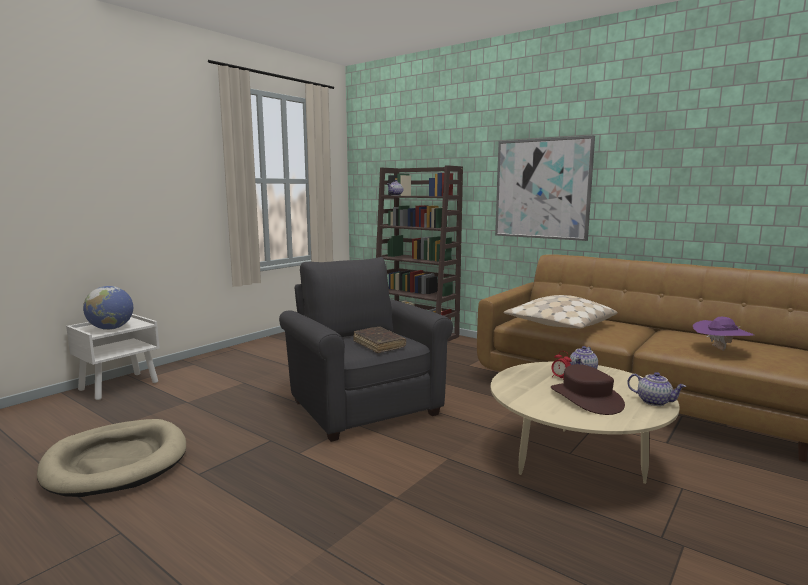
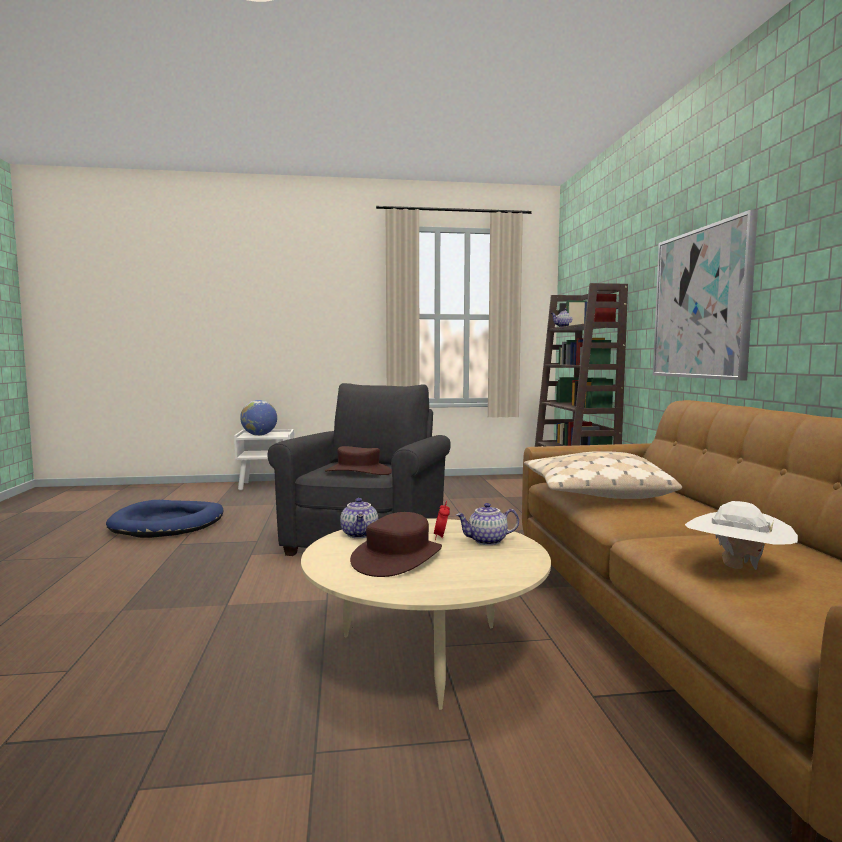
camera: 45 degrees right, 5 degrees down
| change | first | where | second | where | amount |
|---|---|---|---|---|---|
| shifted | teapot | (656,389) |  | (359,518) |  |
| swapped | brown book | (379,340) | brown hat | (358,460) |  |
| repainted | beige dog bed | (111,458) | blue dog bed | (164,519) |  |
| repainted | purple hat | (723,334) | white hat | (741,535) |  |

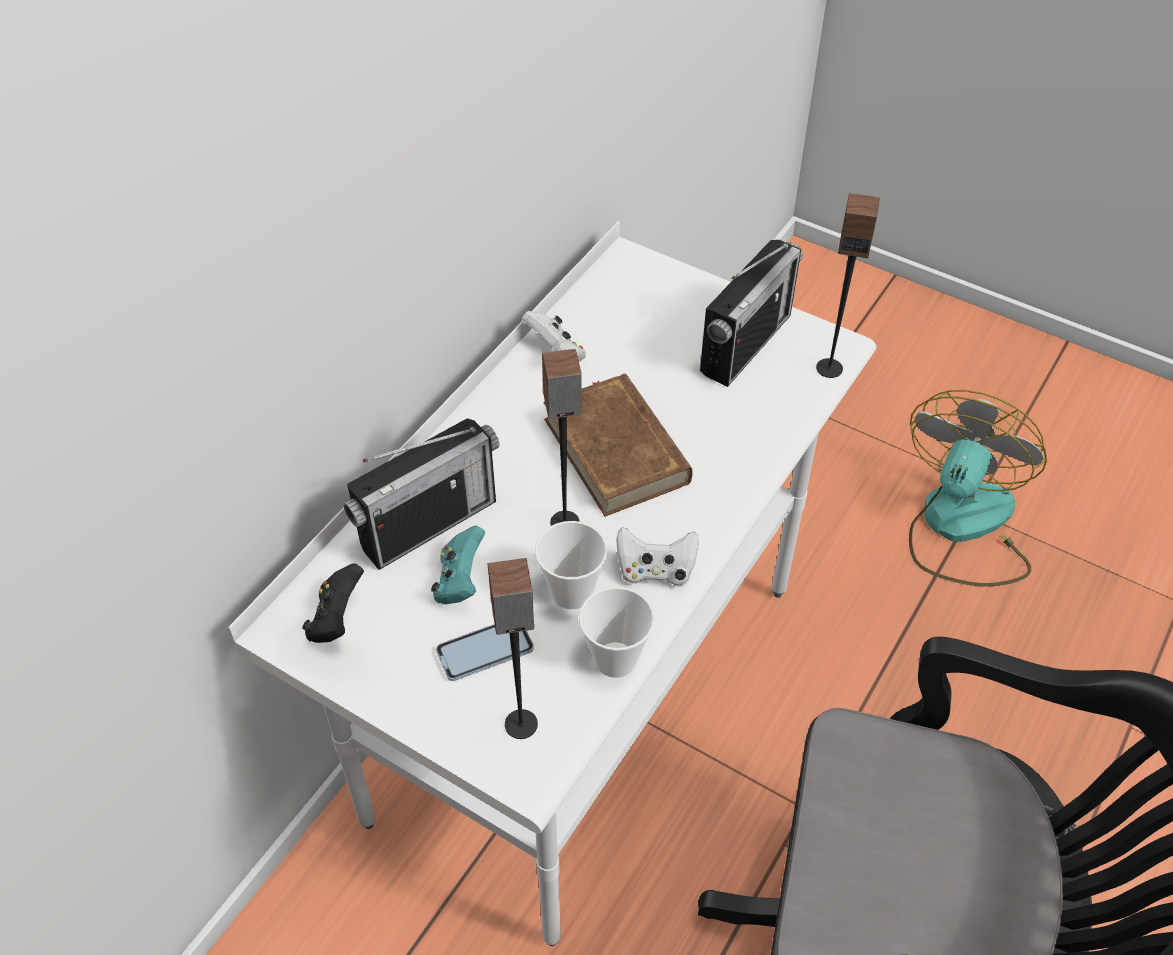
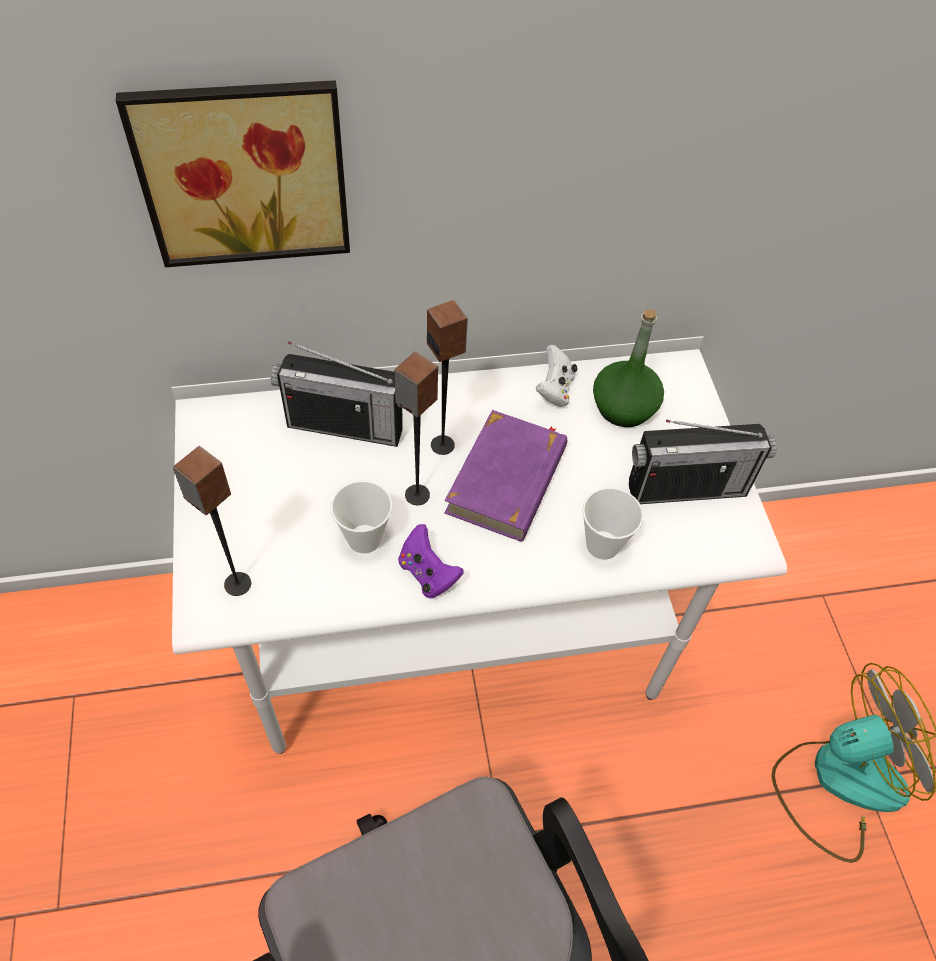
camera: 45 degrees right, 5 degrees up
| change | first | where | second | where | amount |
|---|---|---|---|---|---|
| gone | black game controller | (333,603) |  |  |  |
| gone | turquoise game controller | (458,565) |  |  |  |
| gone | phone | (485,652) |  |  |  |
| new |  |  | picture | (233,173) |  |
| new |  |  | green bottle | (628,368) |  |
| shifted | cup | (617,632) |  | (613,523) |  |
| shifted | speaker | (848,285) |  | (447,377) |  |
| repainted | brown book | (618,445) | purple book | (505,476) |  |
| repainted | white game controller | (657,557) | purple game controller | (431,561) |  |

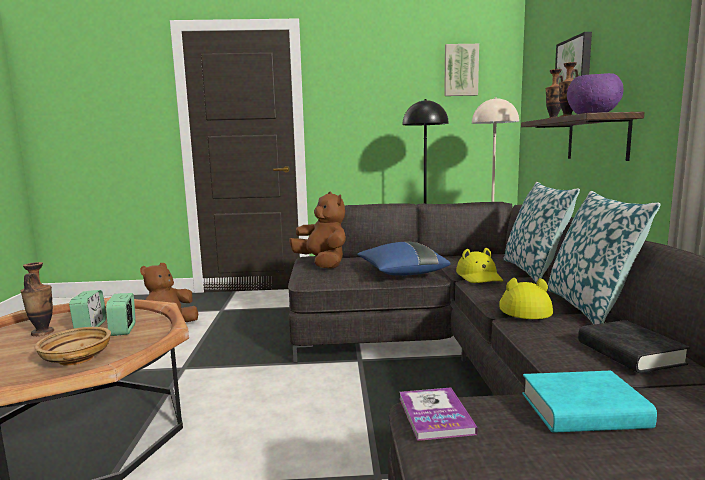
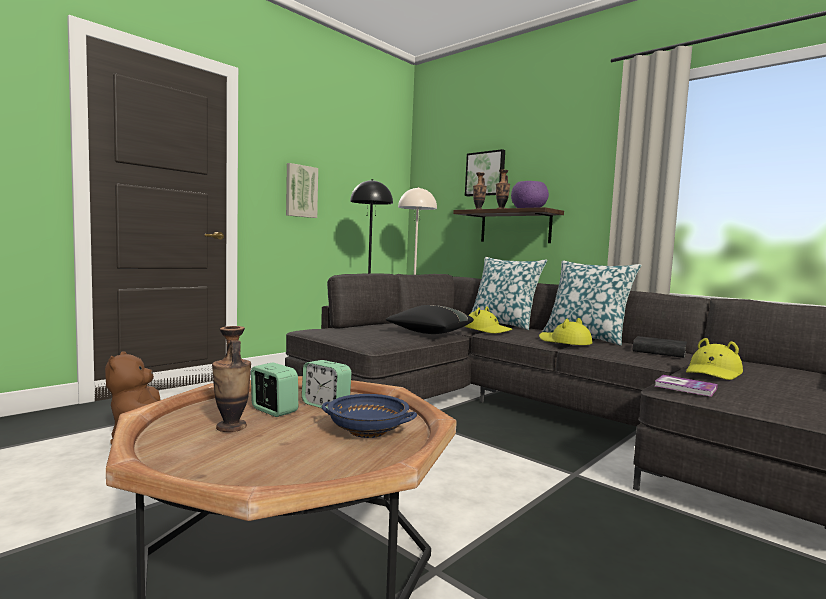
camera: 45 degrees left, 5 degrees down
| change | first | where | second | where | amount |
|---|---|---|---|---|---|
| gone | brown plush toy | (317,230) |  |  |  |
| shifted | picture | (461,70) |  | (302,190) |  |
| swapped | turquoise book | (589,402) | yellow hat | (714,359) |  |
| repainted | beige bowl | (73,346) | blue bowl | (369,416) |  |
| repainted | blue pillow | (404,259) | black pillow | (430,319) |  |

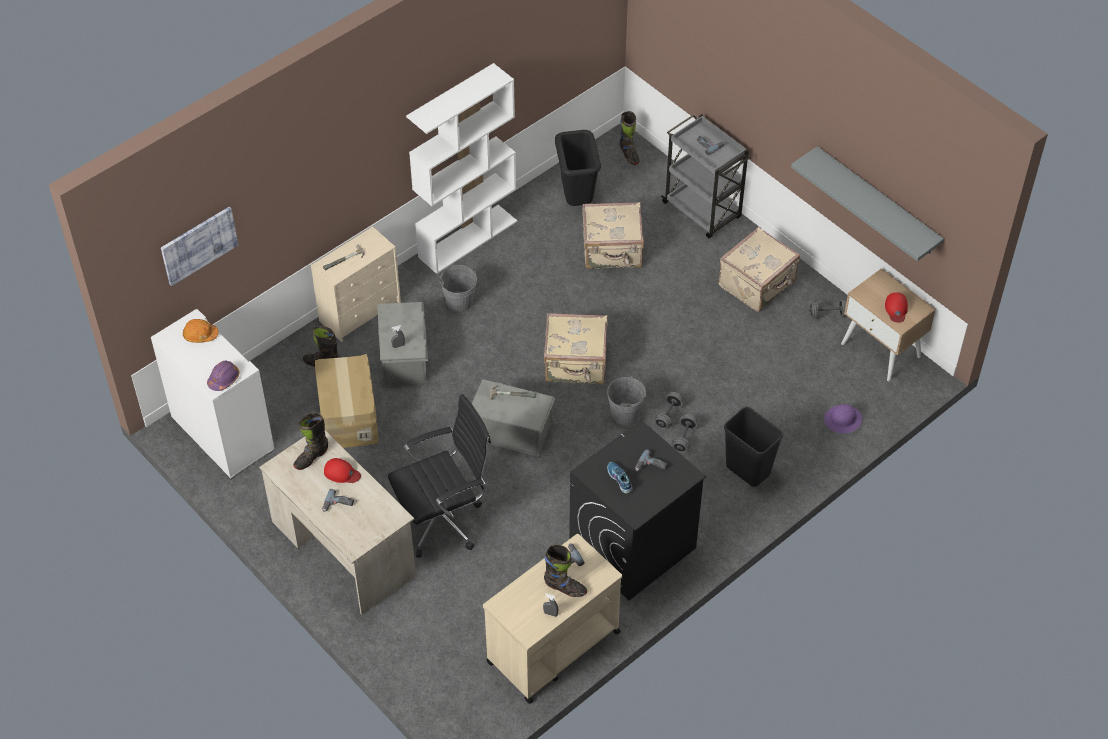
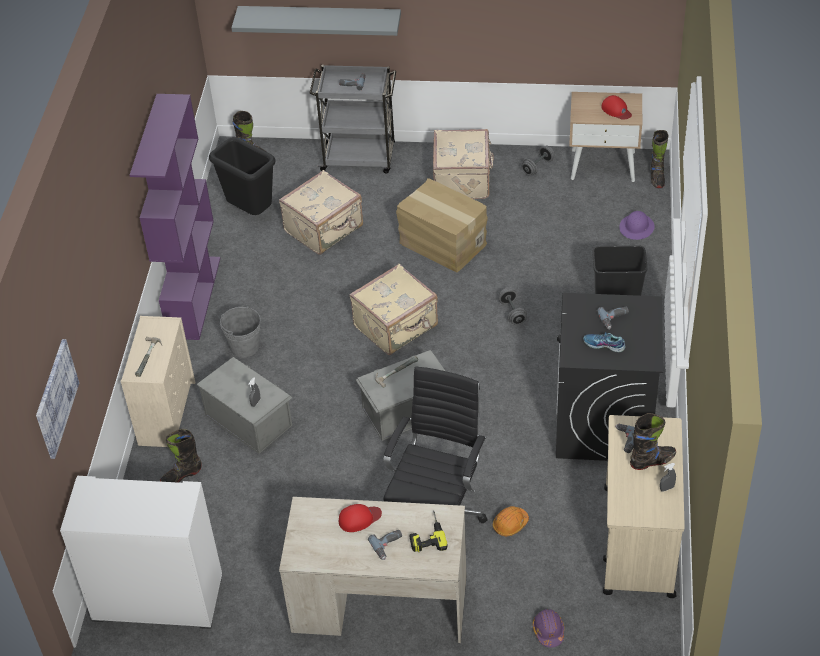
camera: 40 degrees left, 5 degrees down
| change | first | where | second | where | amount |
|---|---|---|---|---|---|
| gone | grey bucket | (626,400) |  |  |  |
| gone | grey dumbbell | (685,433) |  |  |  |
| new |  |  | power drill | (428,531) |  |
| shifted | orange hard hat | (201,331) |  | (511,521) |  |
| shifted | purple hard hat | (223,376) |  | (548,628) |  |
| shifted | black boot | (310,441) |  | (659,159) |  |
| shifted | cardboard box | (347,401) |  | (442,225) |  |
| shifted | grey shelf | (867,203) |  | (316,21) |  |
| repainted | white bookcase | (461,168) | purple bookcase | (175,217) |  |

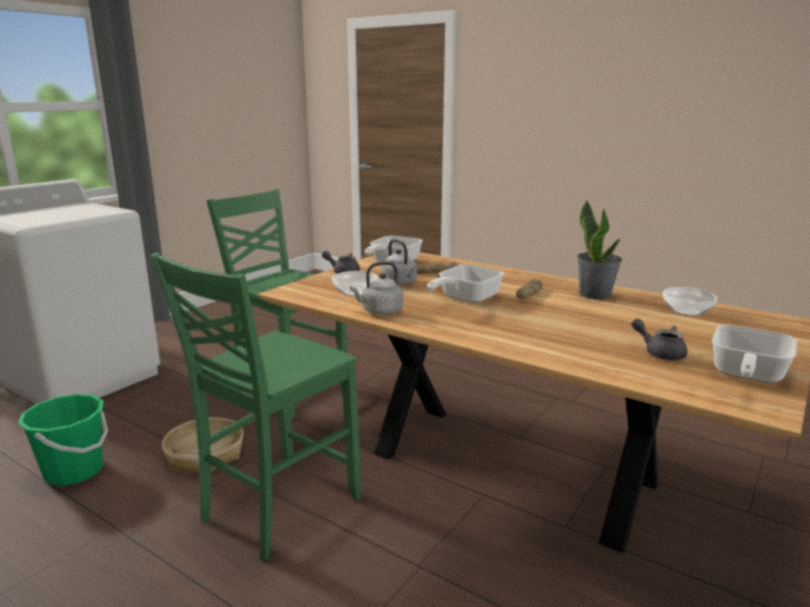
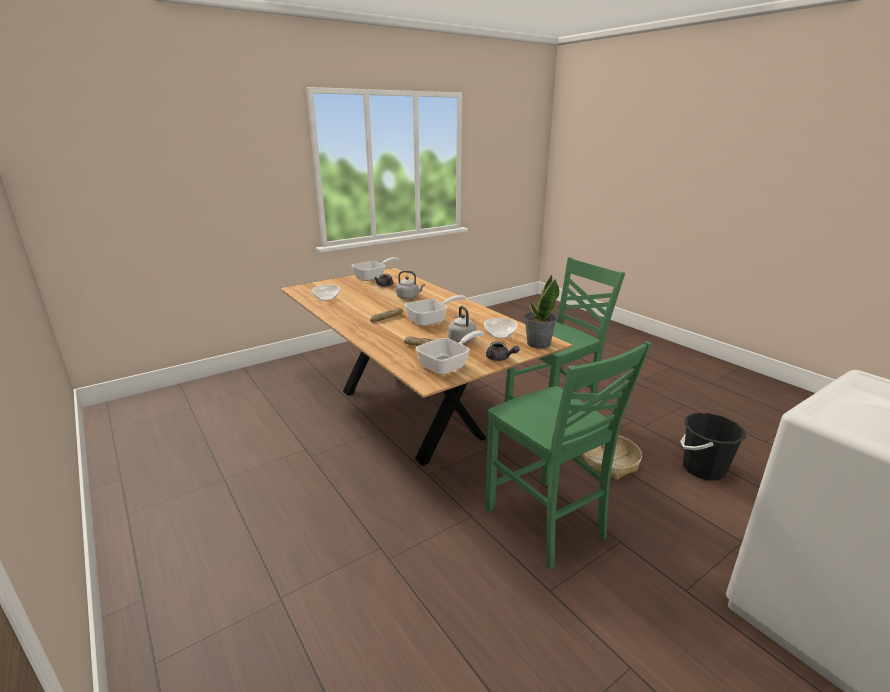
camera: 160 degrees left, 5 degrees up
| change | first | where | second | where | amount |
|---|---|---|---|---|---|
| shifted | grey kettle | (376,288) |  | (410,285) |  |
| shifted | potted plant | (599,249) |  | (542,311) |  |
| repainted | green bucket | (63,440) | black bucket | (713,447) |  |

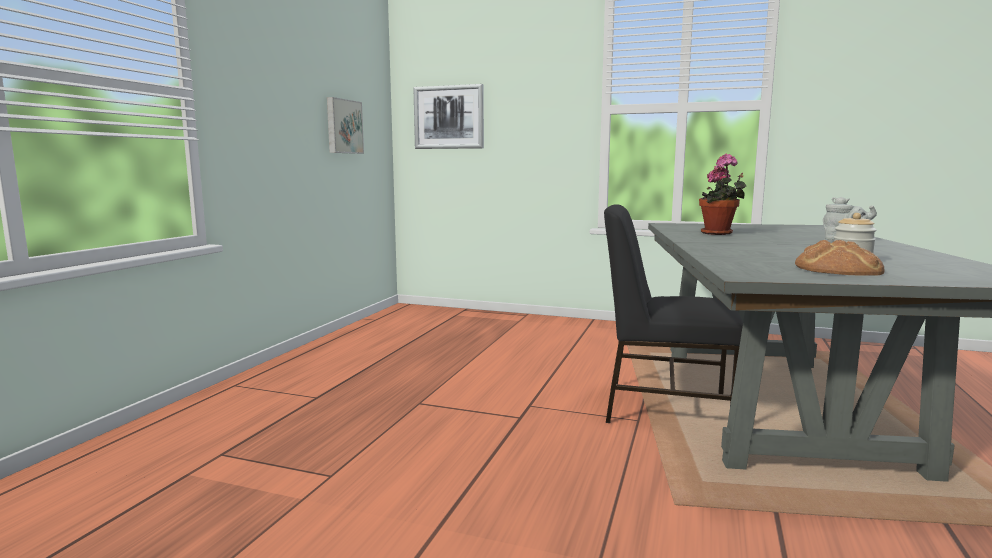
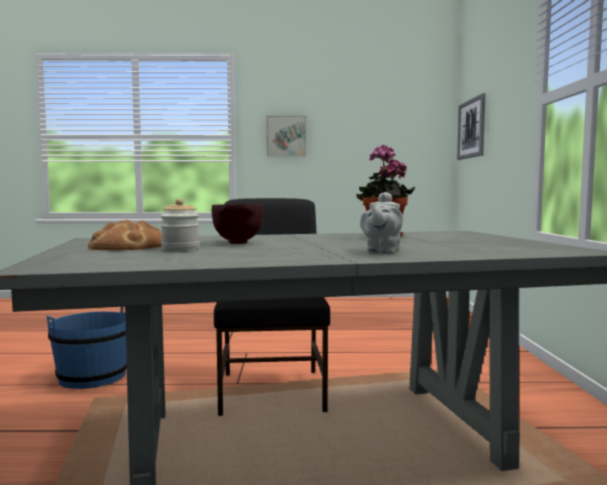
camera: 70 degrees right, 5 degrees down
| change | first | where | second | where | amount |
|---|---|---|---|---|---|
| new |  |  | blue bucket | (86,348) |  |
| new |  |  | brown bowl | (237,224) |  |
| shifted | picture | (345,125) |  | (286,136) |  |

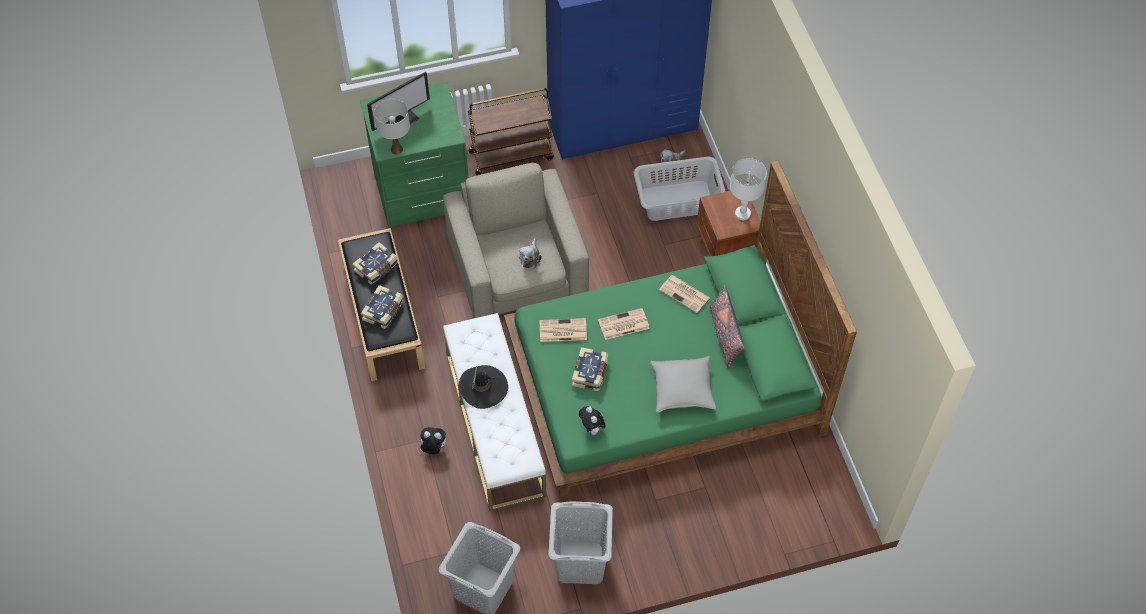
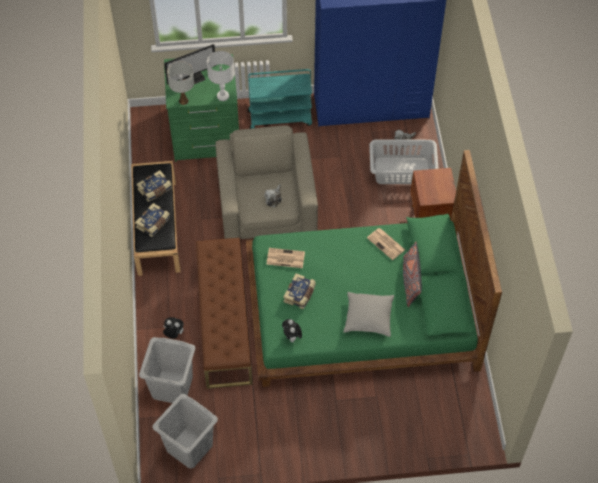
camera: 10 degrees right, 0 degrees up
| change | first | where | second | where | amount |
|---|---|---|---|---|---|
| gone | black hat | (483,387) |  |  |  |
| gone | newspaper | (624,324) |  |  |  |
| shifted | grey laundry basket | (581,542) |  | (167,370) |  |
| shifted | white table lamp | (748,189) |  | (221,76) |  |
| repainted | white bench | (495,412) | brown bench | (224,313) |  |
| repainted | brown cart | (511,132) | turquoise cart | (280,99) |  |

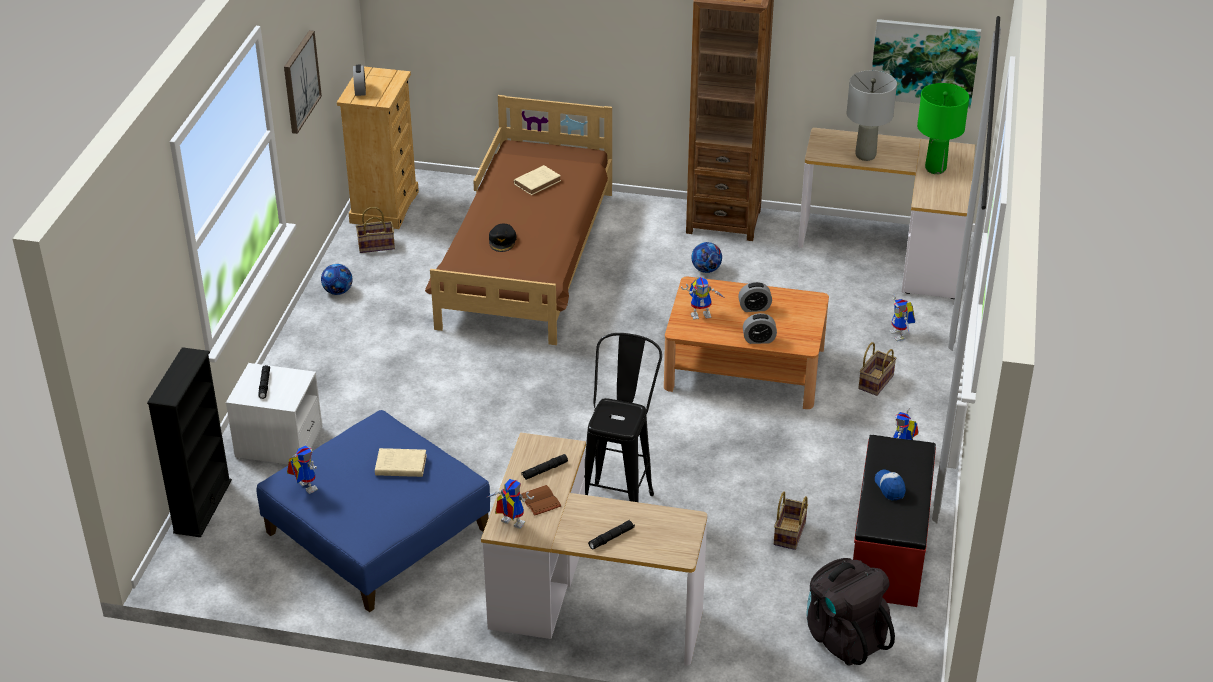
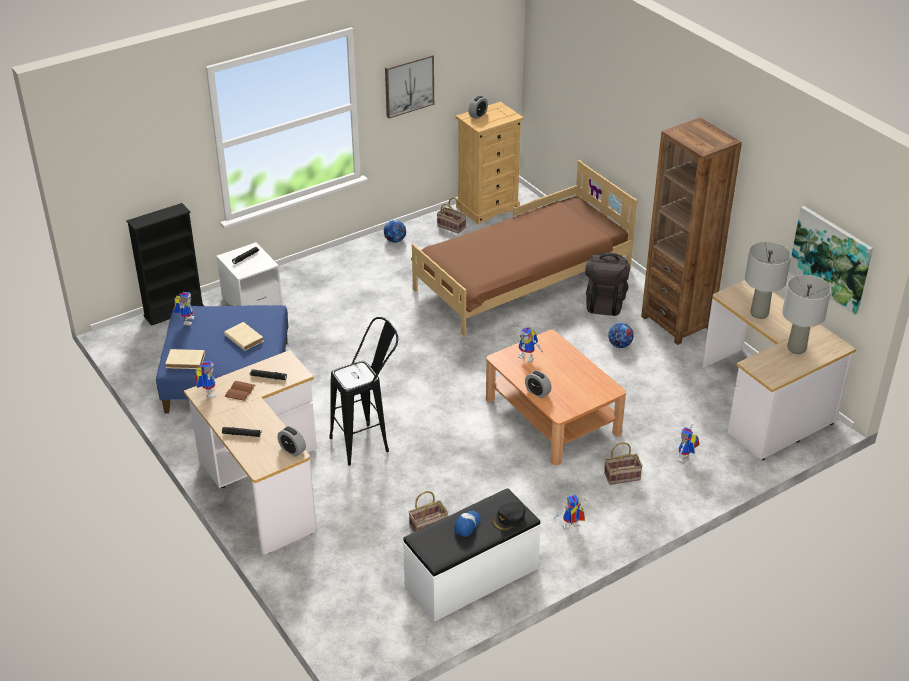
camera: 45 degrees right, 0 degrees up
| change | first | where | second | where | amount |
|---|---|---|---|---|---|
| shifted | black cap | (502,238) |  | (509,516) |  |
| shifted | beige book | (537,180) |  | (185,359) |  |
| shifted | alarm clock | (755,297) |  | (292,441) |  |
| shifted | black backpack | (850,611) |  | (607,284) |  |
| repainted | red bench | (894,521) | white bench | (472,555) |  |
| repainted | green table lamp | (943,128) | grey table lamp | (806,314) |  |

